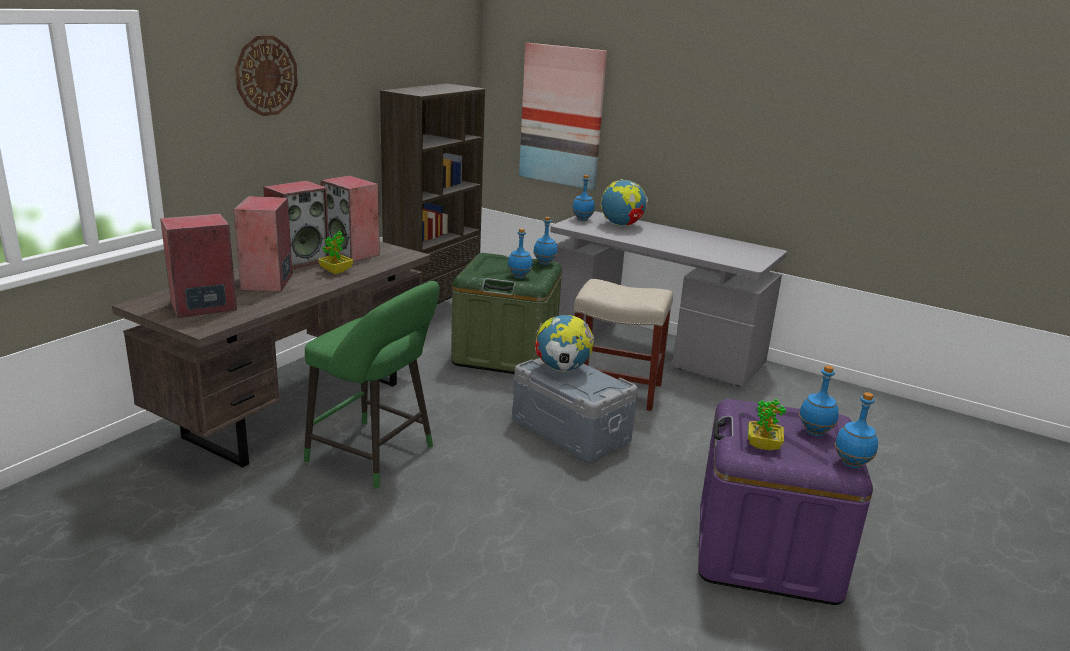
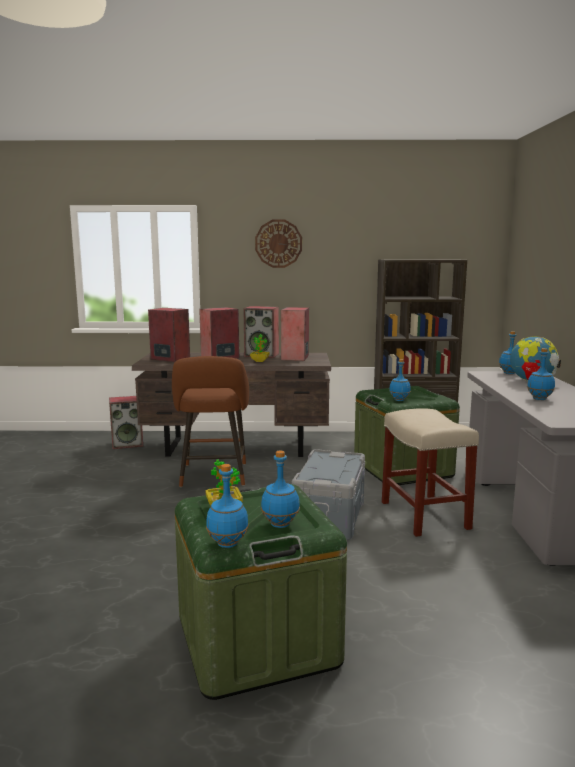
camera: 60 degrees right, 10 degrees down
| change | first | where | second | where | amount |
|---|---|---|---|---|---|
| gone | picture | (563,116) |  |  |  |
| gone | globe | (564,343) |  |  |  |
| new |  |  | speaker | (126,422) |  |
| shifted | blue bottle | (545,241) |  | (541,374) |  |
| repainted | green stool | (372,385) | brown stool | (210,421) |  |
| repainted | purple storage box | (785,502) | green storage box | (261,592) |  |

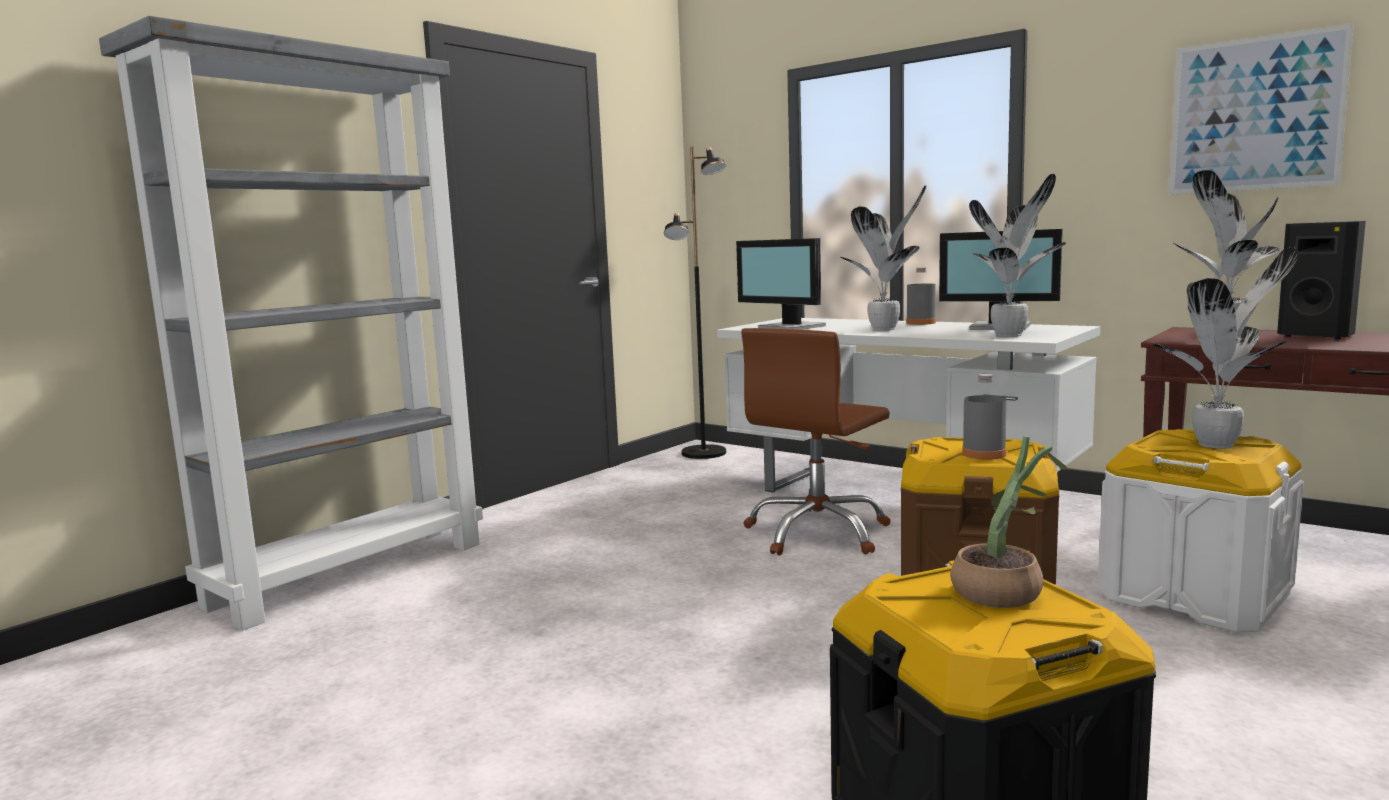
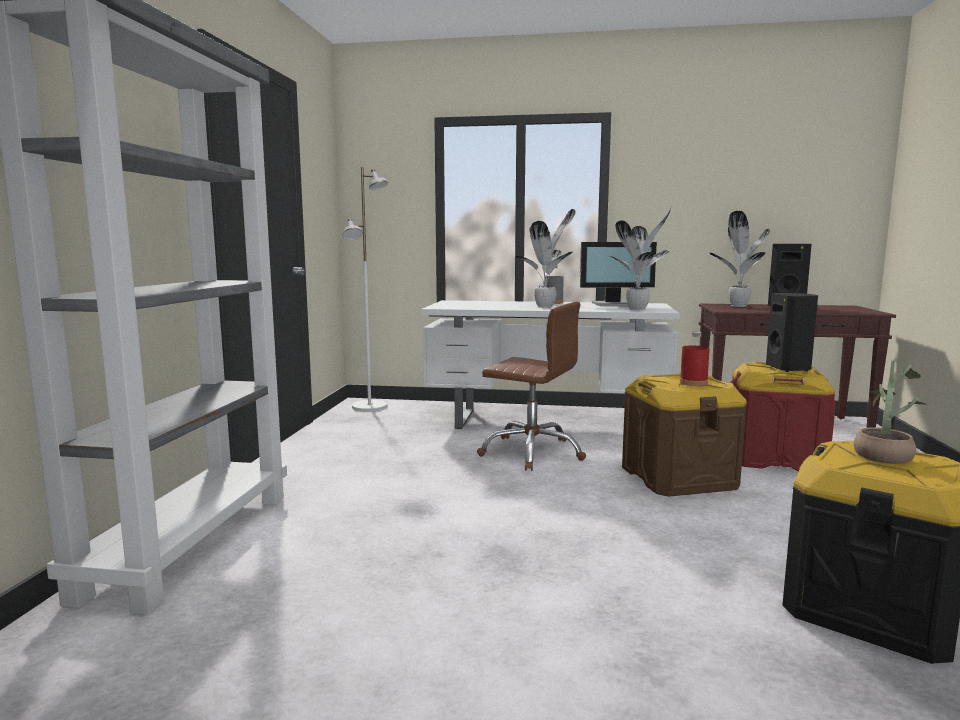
camera: 30 degrees left, 0 degrees up
| change | first | where | second | where | amount |
|---|---|---|---|---|---|
| gone | monitor | (781,284) |  |  |  |
| gone | picture | (1261,109) |  |  |  |
| swapped | potted plant | (1226,348) | black speaker | (792,332) |  |
| repainted | black floor lamp | (695,302) | white floor lamp | (365,289) |  |
| repainted | grey bottle | (984,417) | red bottle | (695,359) |  |
| repainted | white storage box | (1201,530) | red storage box | (783,417) |  |
| rotated | brown office chair | (816,442) |  | (531,386) | 75 degrees counterclockwise |

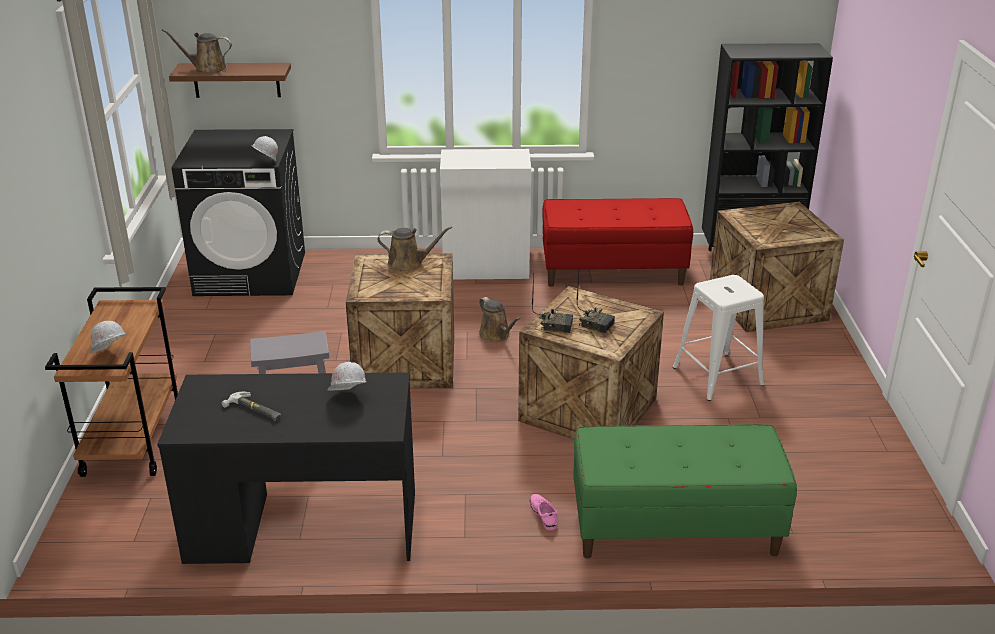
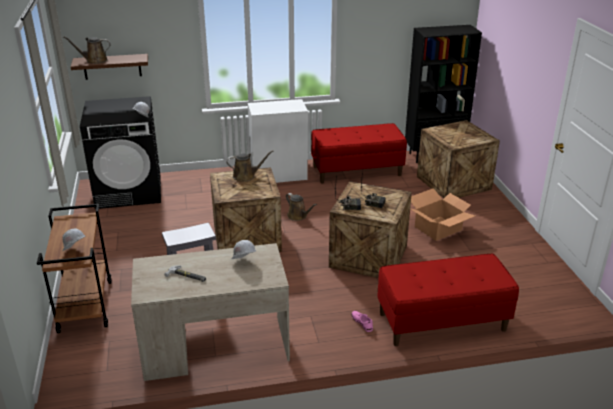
camera: 10 degrees left, 0 degrees up
| change | first | where | second | where | amount |
|---|---|---|---|---|---|
| swapped | white stool | (718,338) | cardboard box | (443,214) |  |
| repainted | black desk | (286,468) | beige desk | (210,312) |  |
| repainted | green bench | (685,491) | red bench | (448,300) |  |

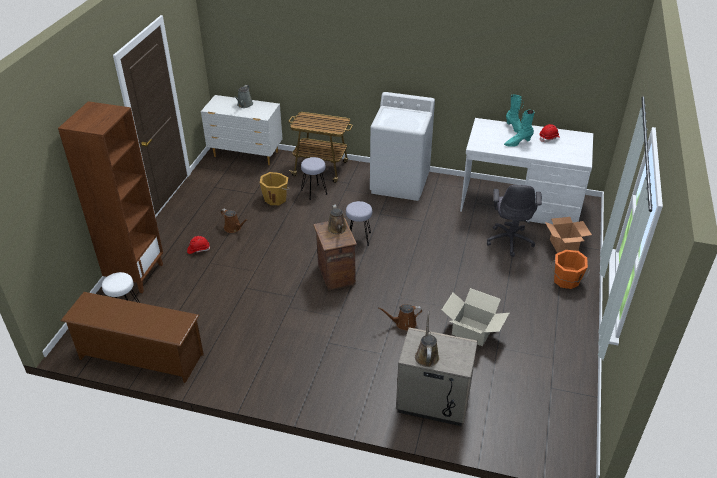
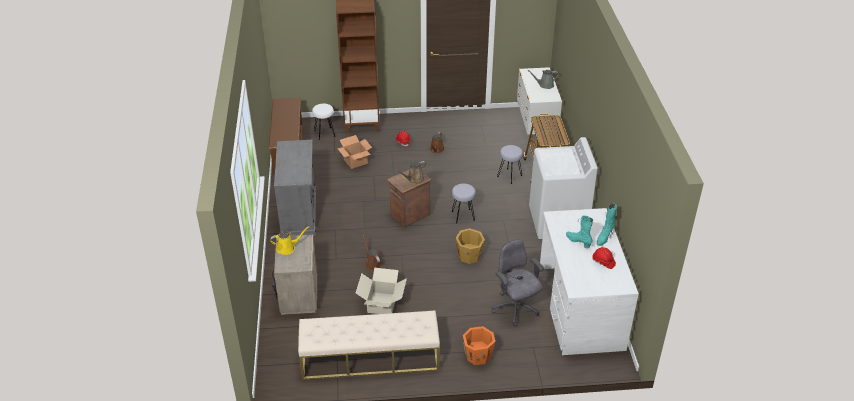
camera: 70 degrees right, 0 degrees up
| change | first | where | second | where | amount |
|---|---|---|---|---|---|
| new |  |  | grey cabinet | (295,188) |  |
| new |  |  | beige bench | (369,345) |  |
| shifted | orange bucket | (275,188) |  | (470,246) |  |
| shifted | cardboard box | (568,235) |  | (354,152) |  |
| repainted | brown watering can | (427,339) | yellow watering can | (289,240) |  |
| rotated | grey office chair | (514,221) |  | (518,283) | 75 degrees clockwise |

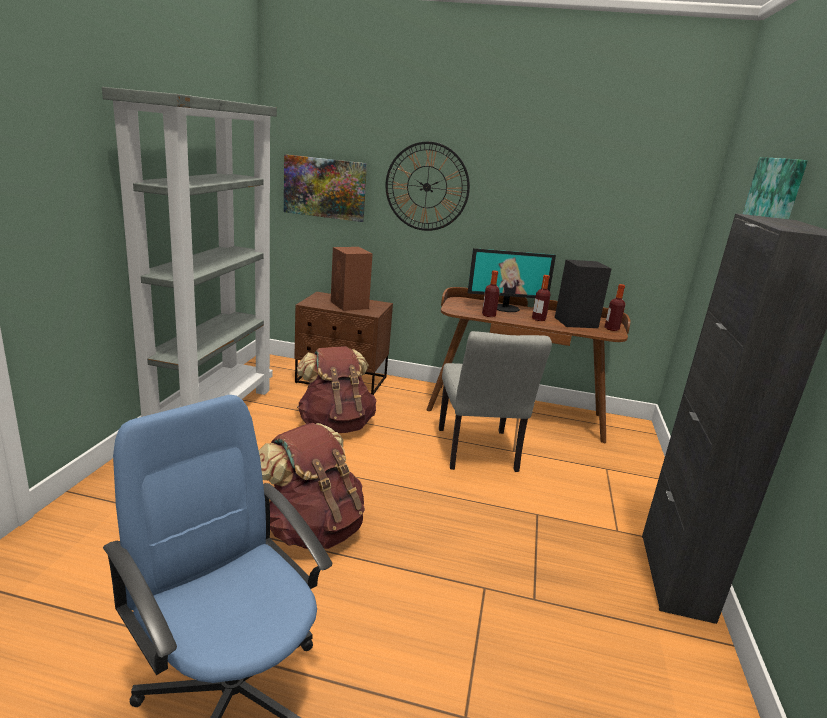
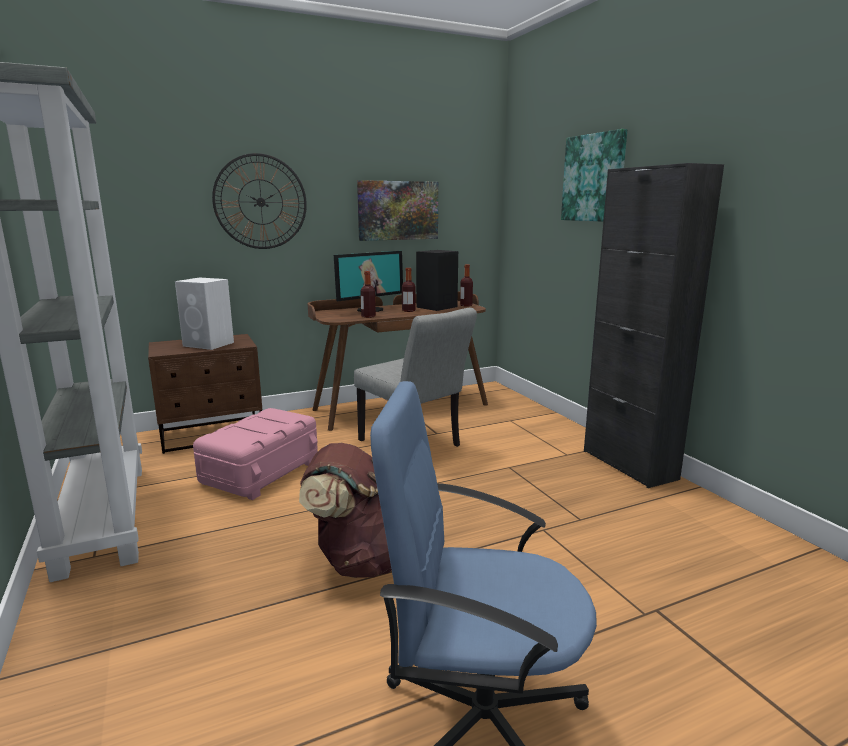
camera: 35 degrees left, 5 degrees down
| change | first | where | second | where | amount |
|---|---|---|---|---|---|
| shifted | picture | (325,188) |  | (397,210) |  |
| swapped | brown backpack | (336,389) | pink storage box | (255,454) |  |
| repainted | brown speaker | (352,279) | white speaker | (204,313) |  |

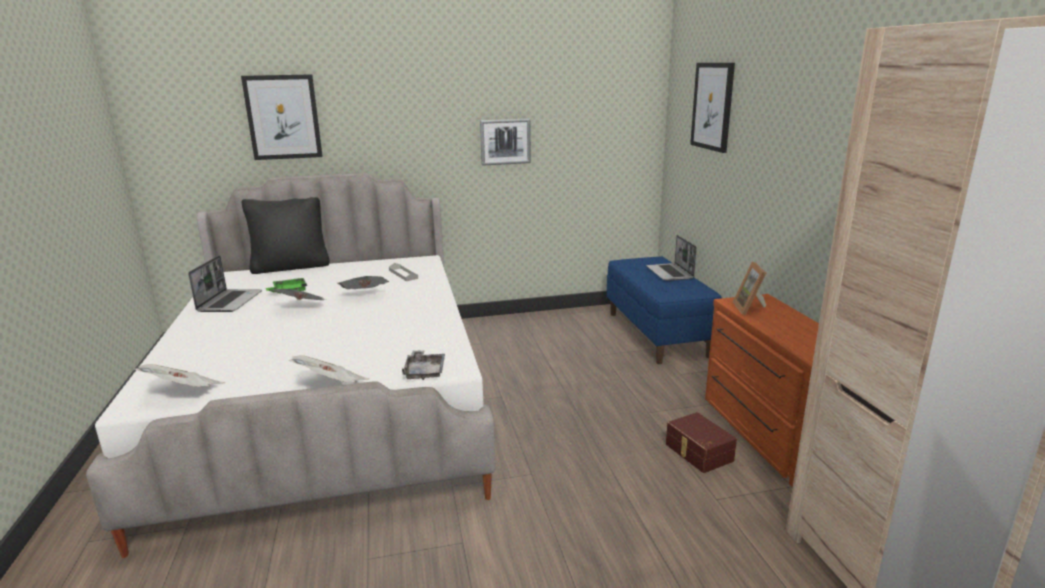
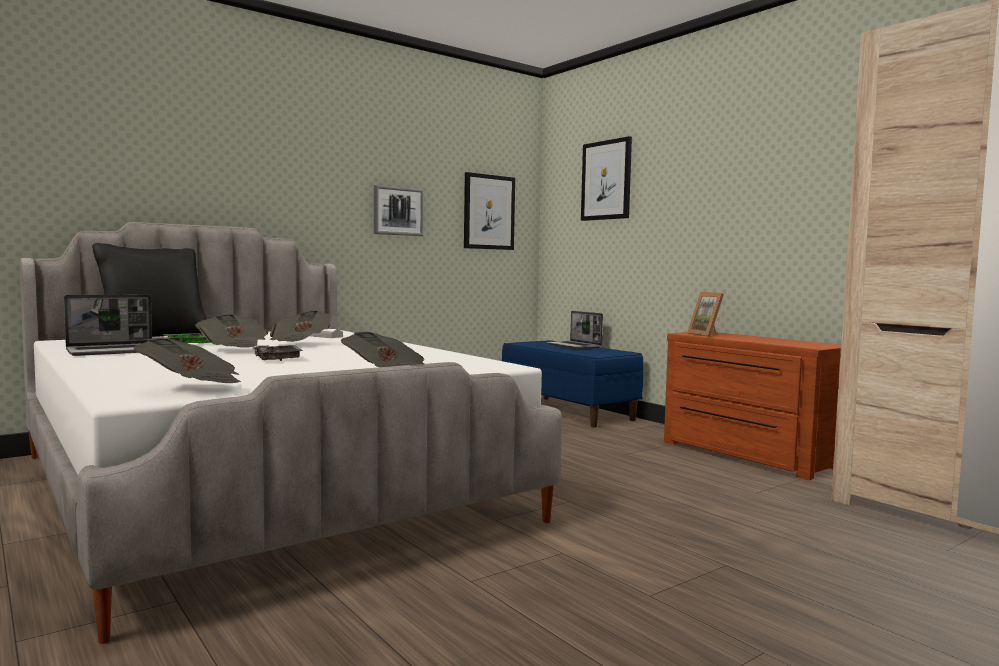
camera: 25 degrees left, 15 degrees down
| change | first | where | second | where | amount |
|---|---|---|---|---|---|
| gone | brown storage box | (701,442) |  |  |  |
| shifted | picture | (282,117) |  | (489,211) |  |
| shifted | grey tray | (423,365) |  | (278,353) |  |
| rotated | laptop | (225,283) |  | (108,325) | 75 degrees clockwise |

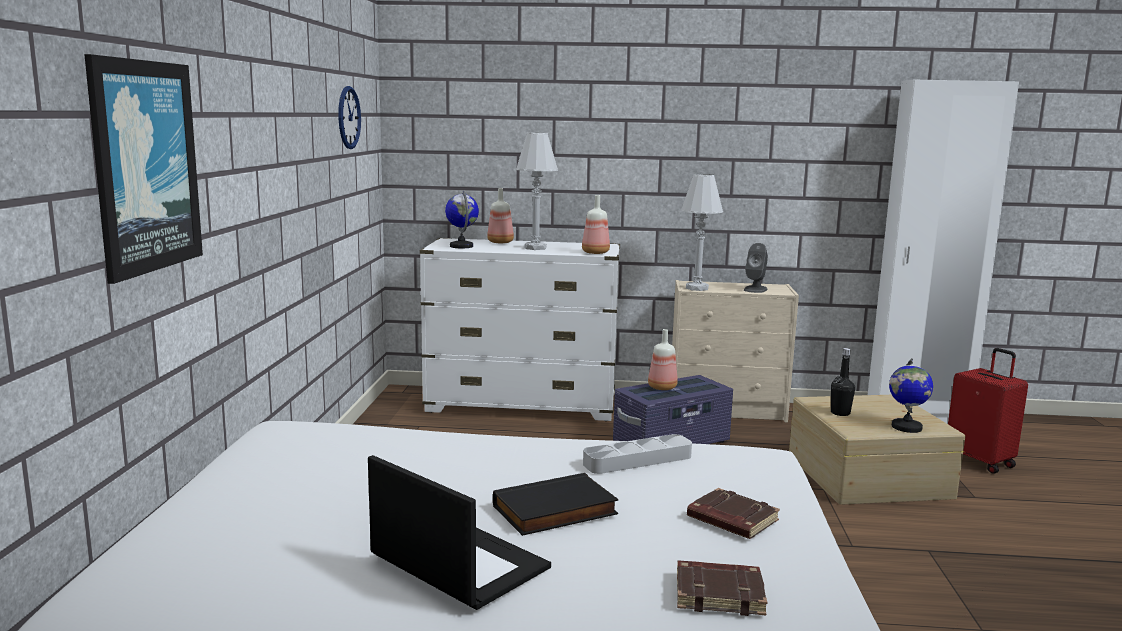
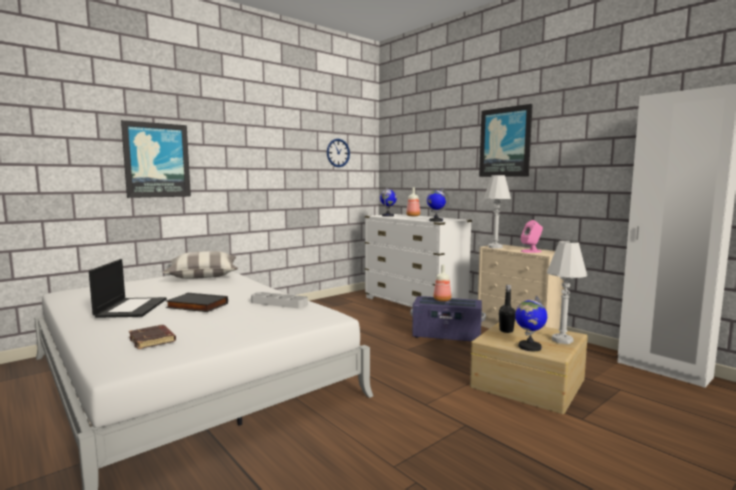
camera: 45 degrees right, 5 degrees down
| change | first | where | second | where | amount |
|---|---|---|---|---|---|
| gone | brown book | (733,513) |  |  |  |
| gone | red suitcase | (988,411) |  |  |  |
| new |  |  | pillow | (200,265) |  |
| new |  |  | picture | (506,140) |  |
| shifted | white table lamp | (537,191) |  | (567,292) |  |
| swapped | bottle | (596,224) | globe | (438,205) |  |
| repainted | grey speaker | (756,268) | pink speaker | (532,236) |  |

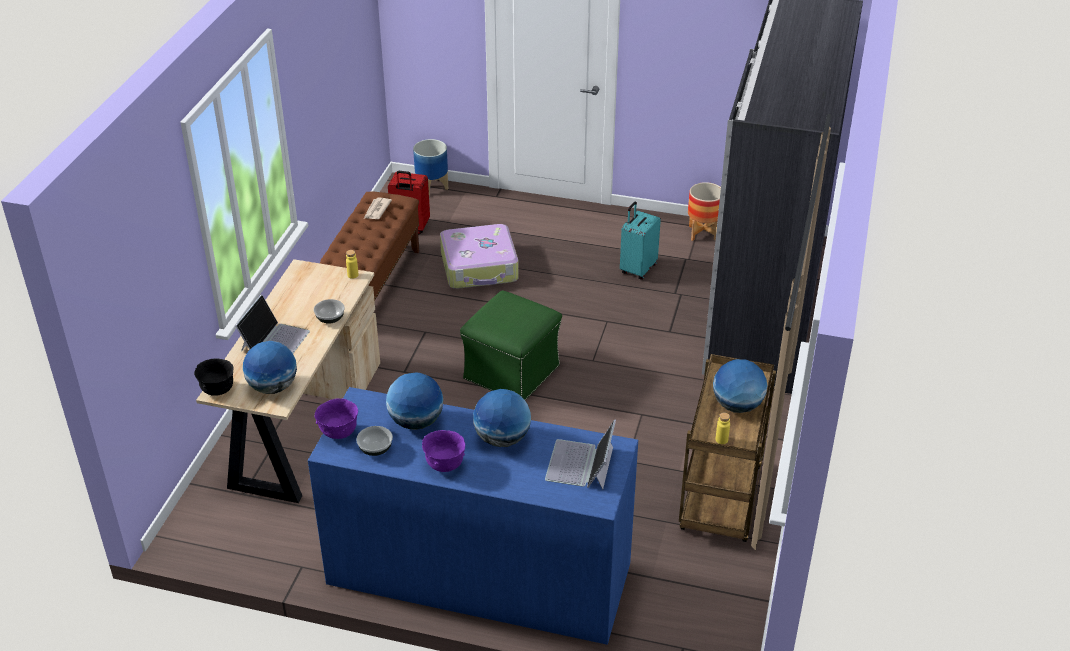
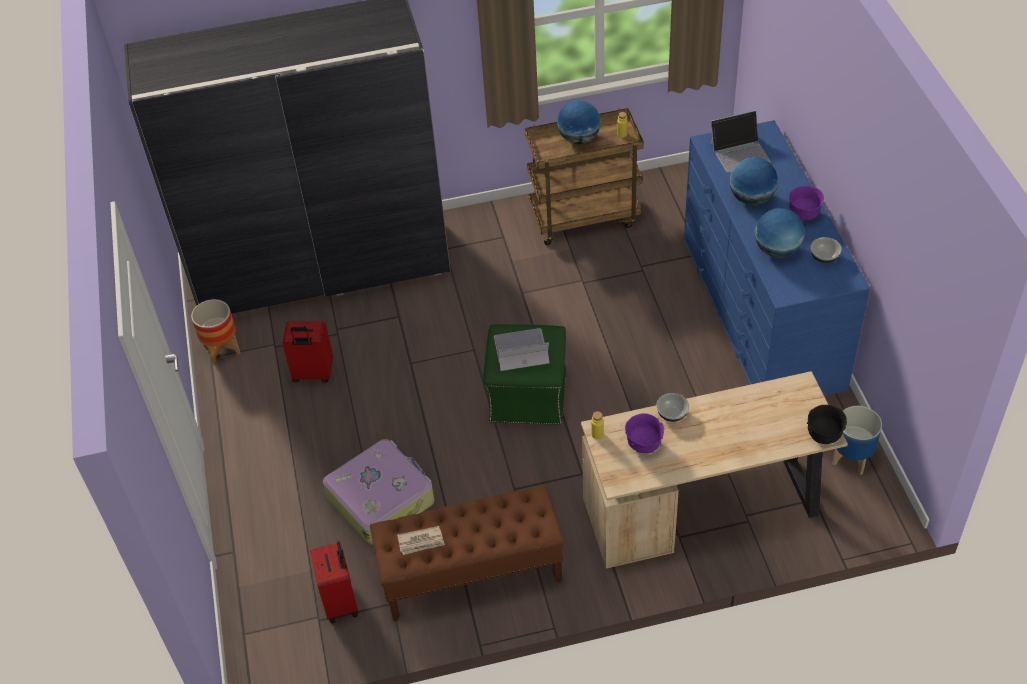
camera: 115 degrees left, 10 degrees up
| change | first | where | second | where | amount |
|---|---|---|---|---|---|
| gone | globe | (270,367) |  |  |  |
| shifted | laptop | (272,323) |  | (521,349) |  |
| shifted | purple bowl | (336,419) |  | (644,433) |  |
| shifted | planter | (430,167) |  | (857,440) |  |
| repainted | turquoise suitcase | (640,241) | red suitcase | (307,352) |  |

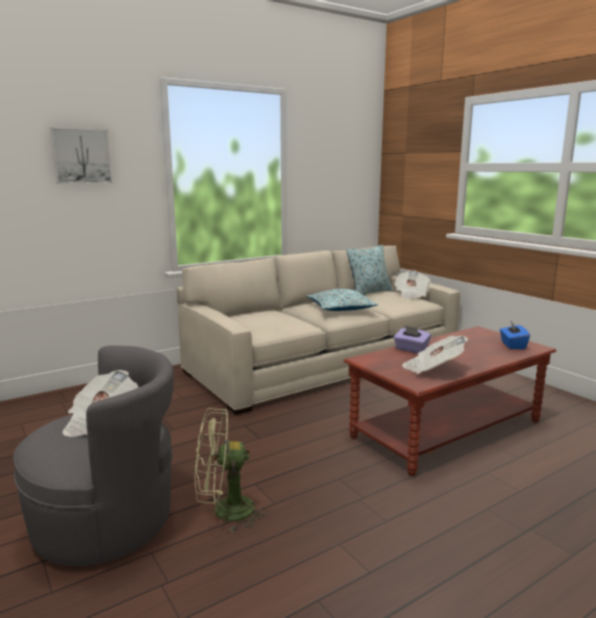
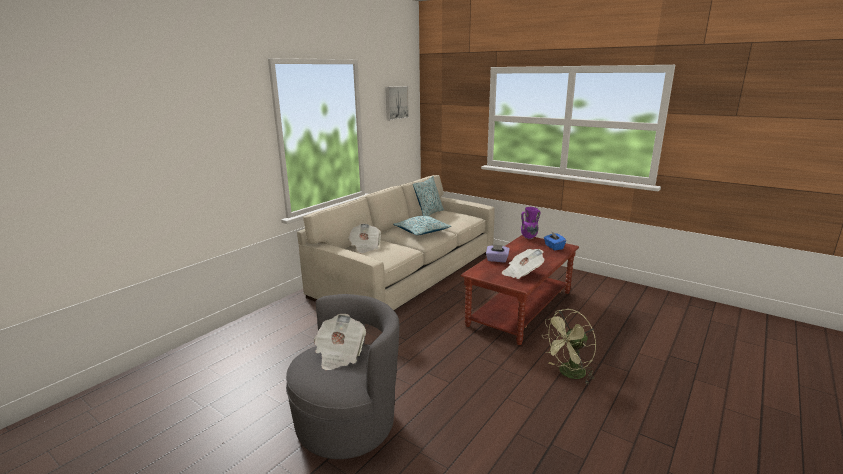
camera: 20 degrees left, 5 degrees up
| change | first | where | second | where | amount |
|---|---|---|---|---|---|
| new |  |  | purple vase | (530,223) |  |
| shifted | picture | (81,155) |  | (397,103) |  |
| shifted | green fan | (231,470) |  | (569,347) |  |
| shifted | newspaper | (412,284) |  | (364,238) |  |

